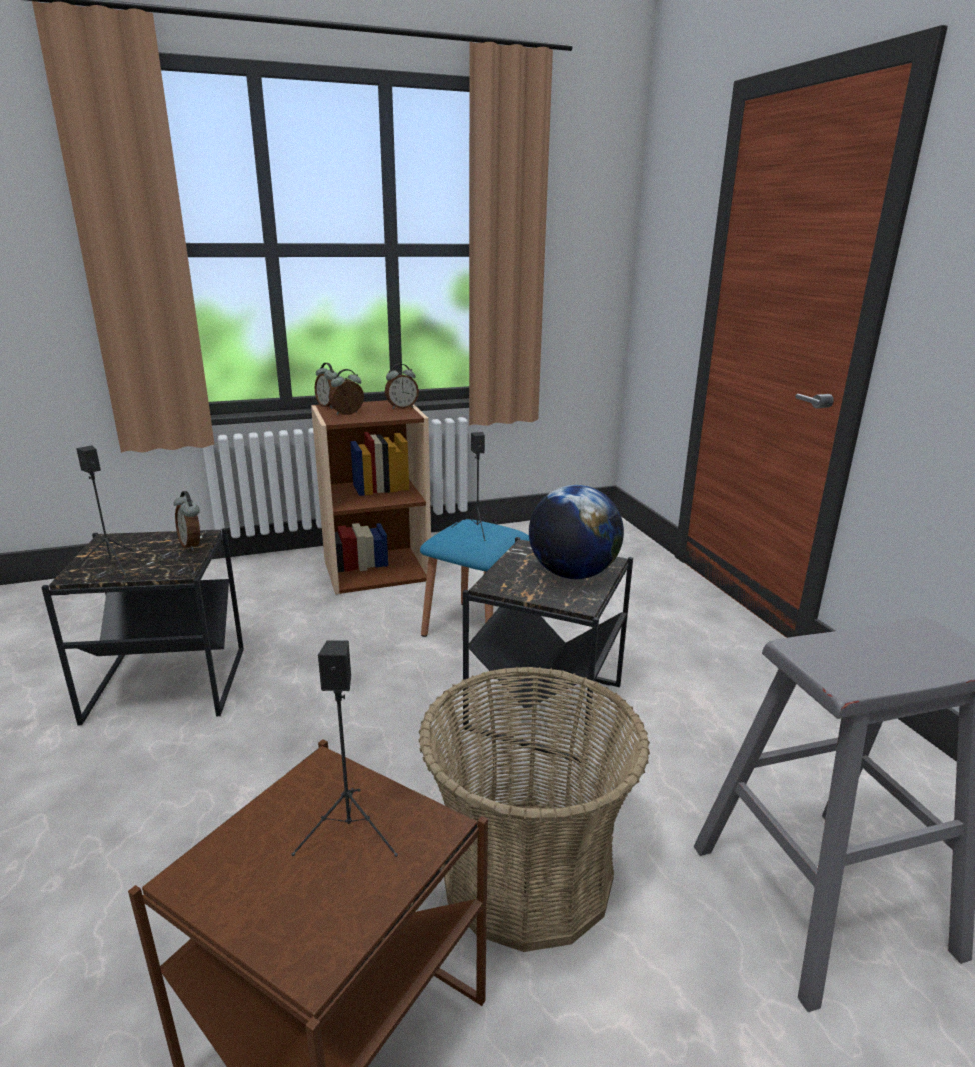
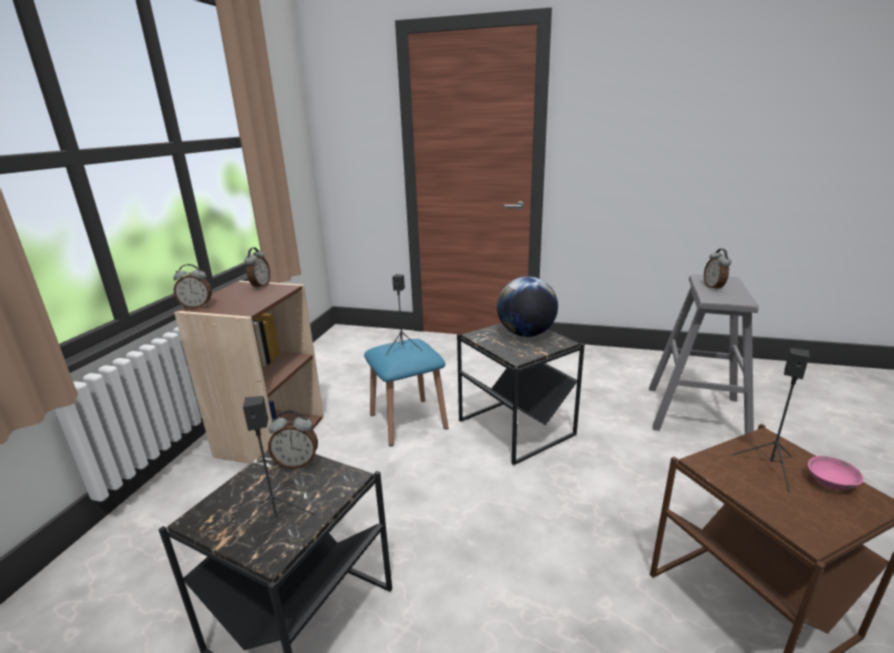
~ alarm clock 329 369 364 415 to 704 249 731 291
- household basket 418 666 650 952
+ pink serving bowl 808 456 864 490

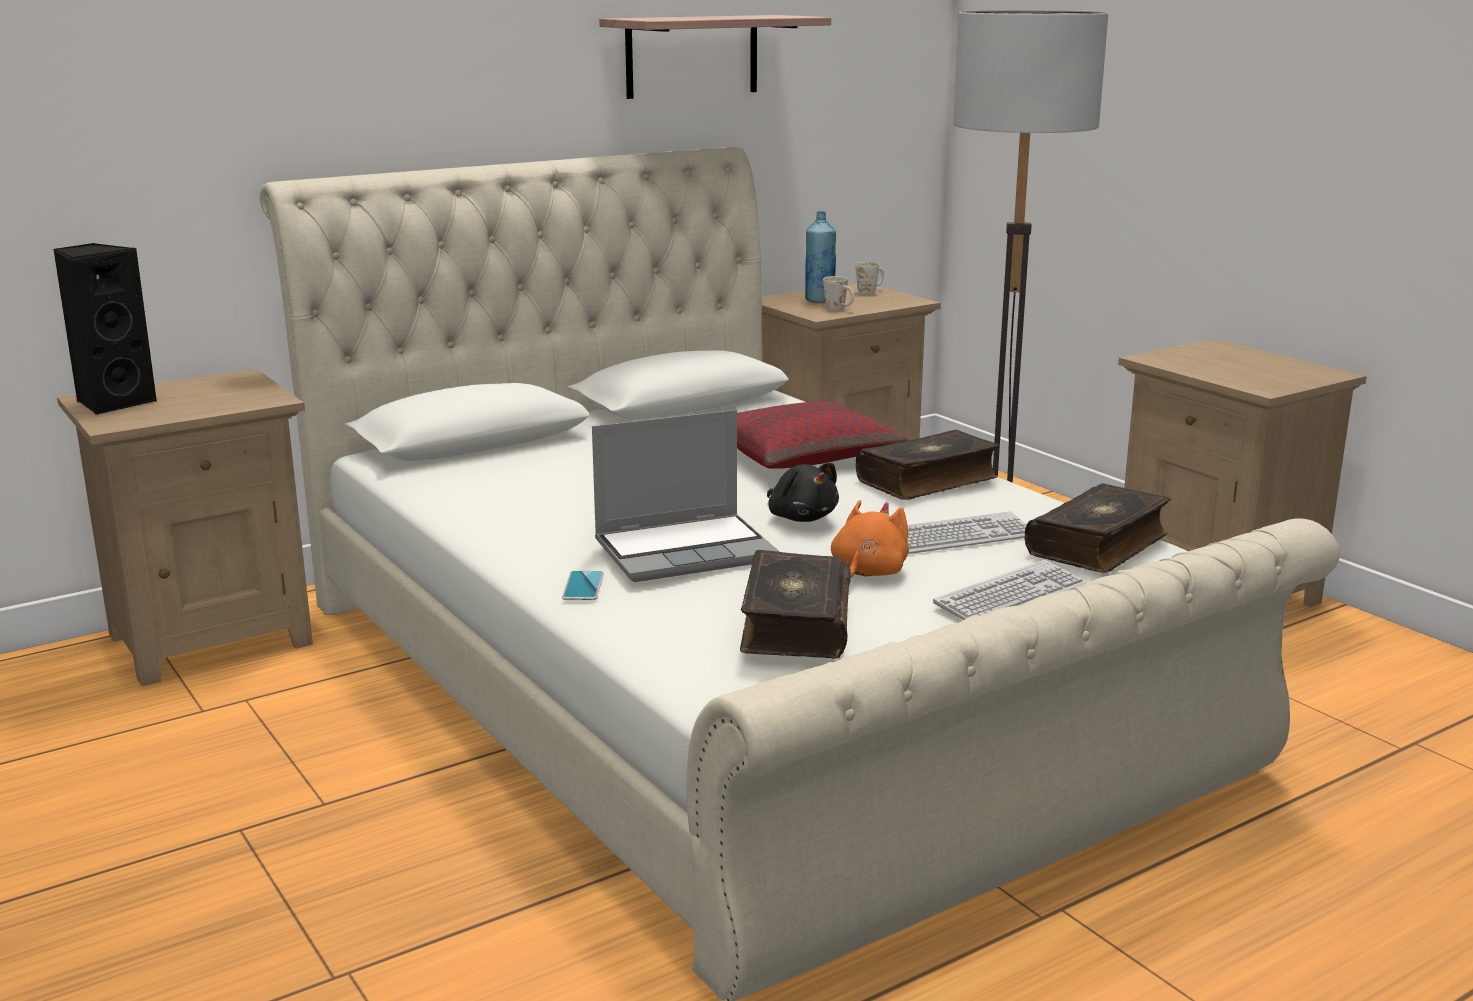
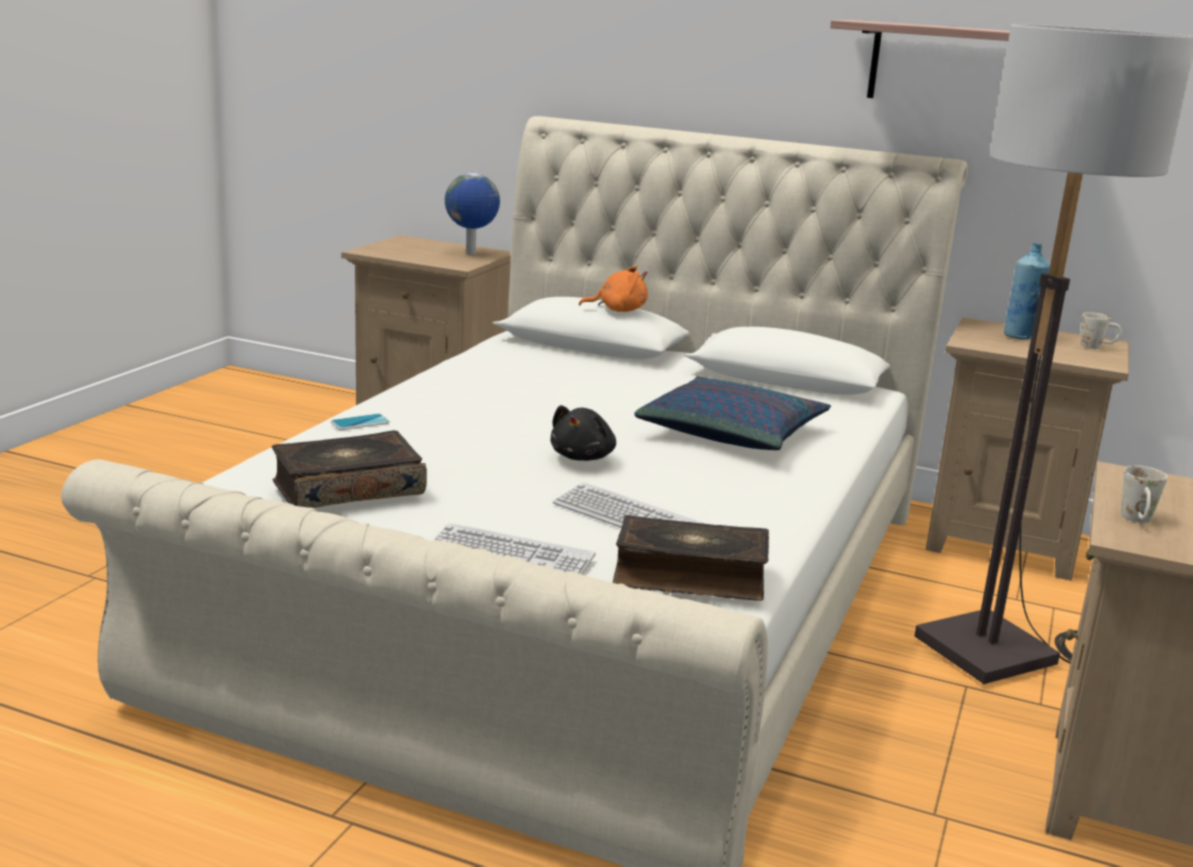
- black-coloured speaker 53 243 157 415
- notebook computer 592 410 779 582
~ reddish cushion 737 400 907 469 to blue cushion 634 376 831 450
~ white-coloured mug 823 276 854 310 to 1121 465 1168 523
~ orange-coloured soft toy 831 500 909 578 to 579 266 648 312
- volume 856 430 999 500
+ world globe 445 173 500 255

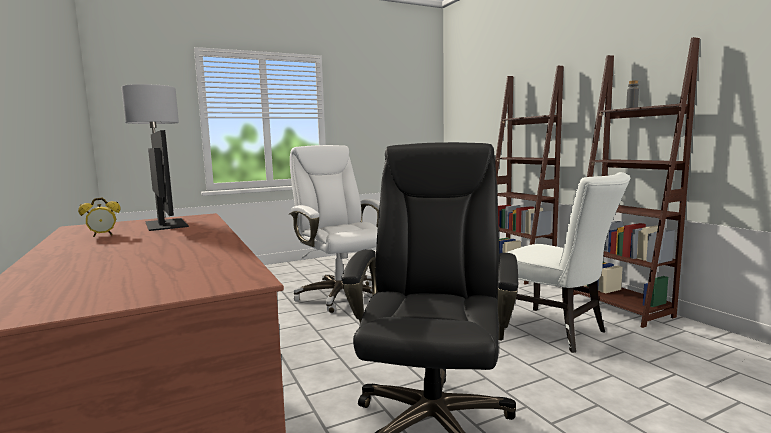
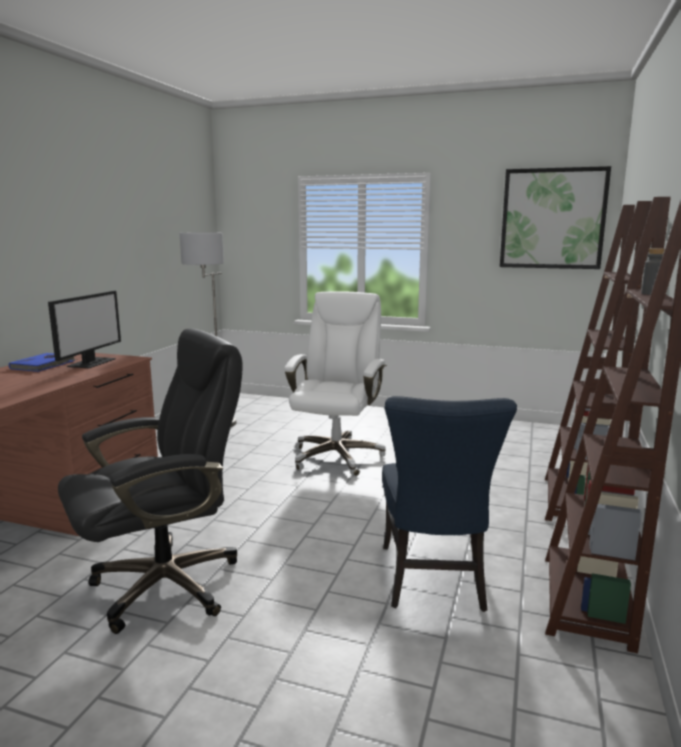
~ alarm clock 78 198 121 237 to blue volume 9 353 77 372
~ white-coloured chair 506 172 630 353 to blue chair 382 396 517 612
+ wall picture 500 166 611 269

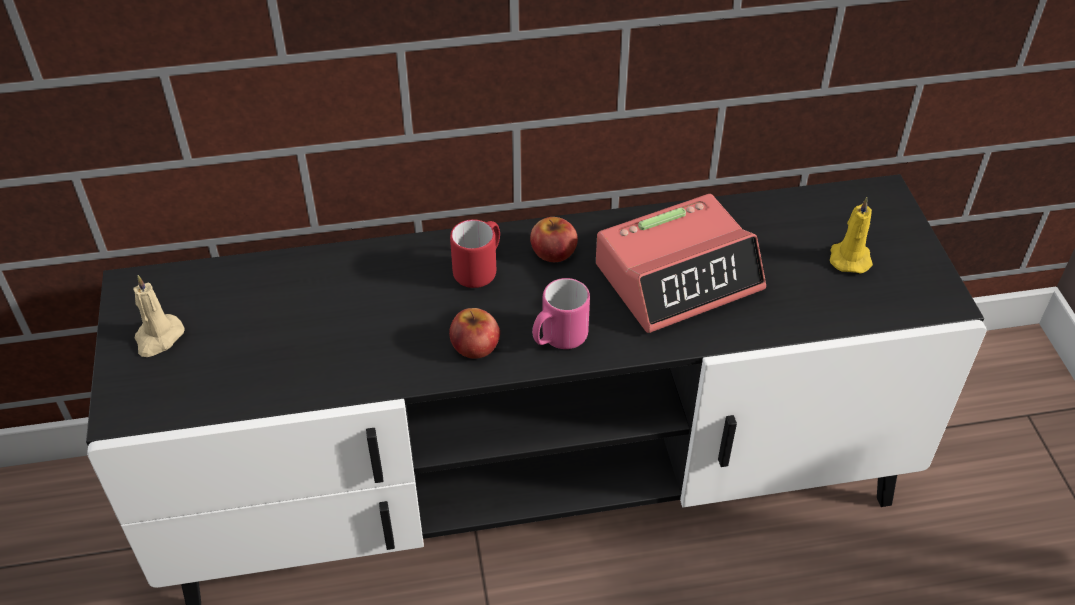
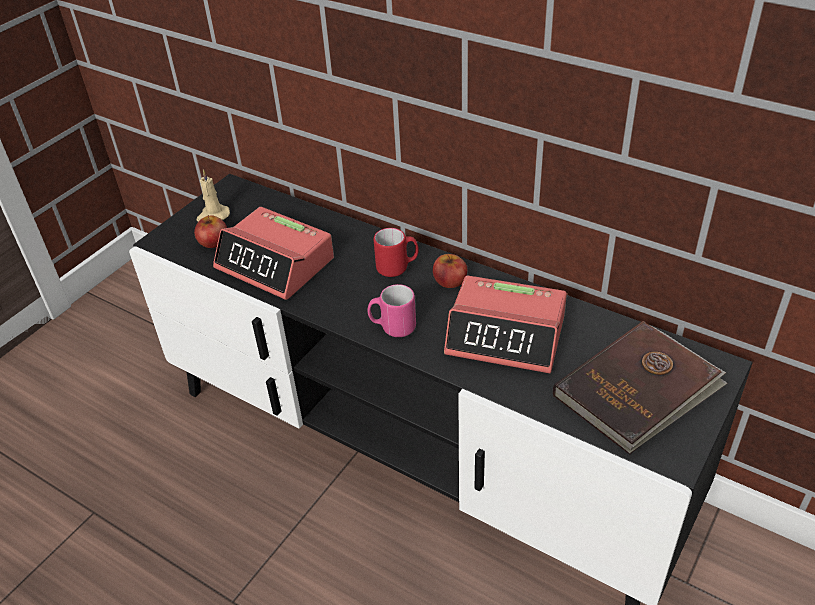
~ apple 449 308 500 359 to 194 215 227 248
~ yellow-coloured wax light 830 197 873 274 to brown volume 553 321 728 455
+ alarm clock 213 207 334 300

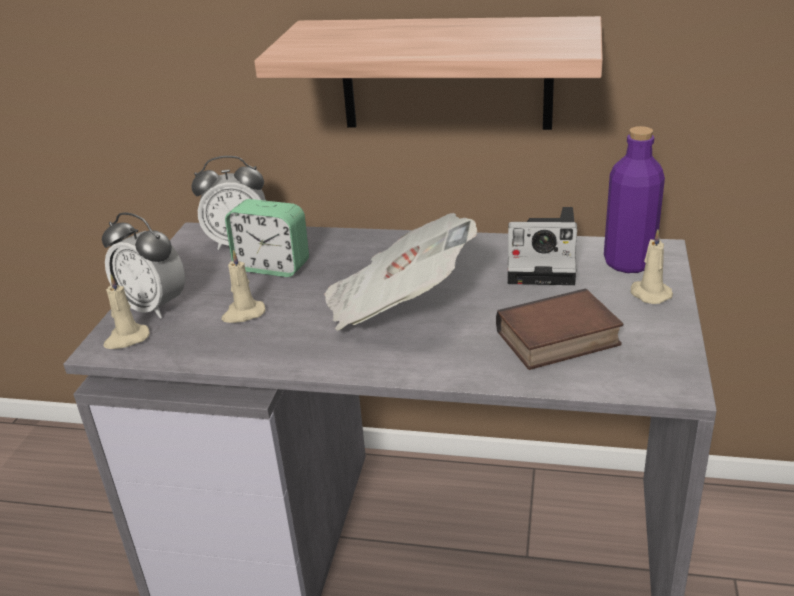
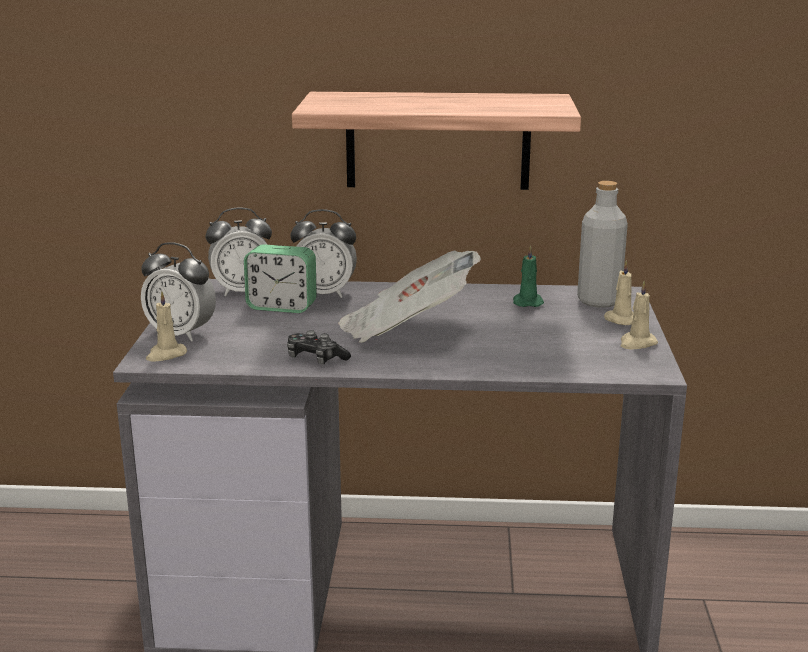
~ beige wax light 222 250 266 323 to 621 281 658 349
- volume 496 288 623 370
~ still camera 507 207 577 285 to greenish wax light 513 245 544 307
~ purplish bottle 604 126 665 273 to gray bottle 577 181 628 308
+ game controller 287 330 351 364
+ alarm clock 290 209 357 298

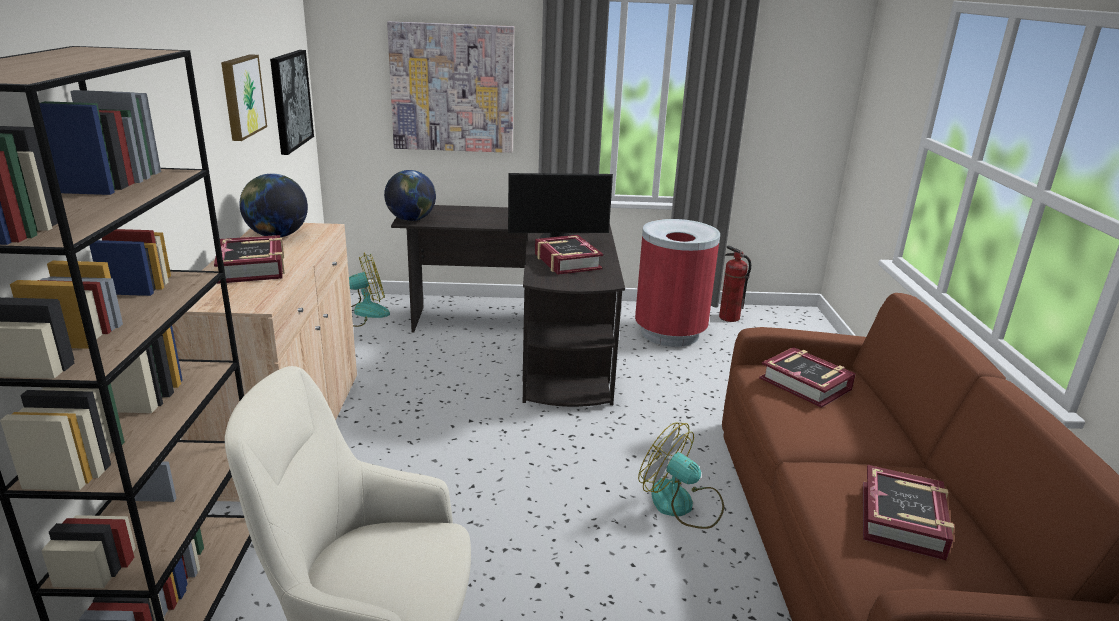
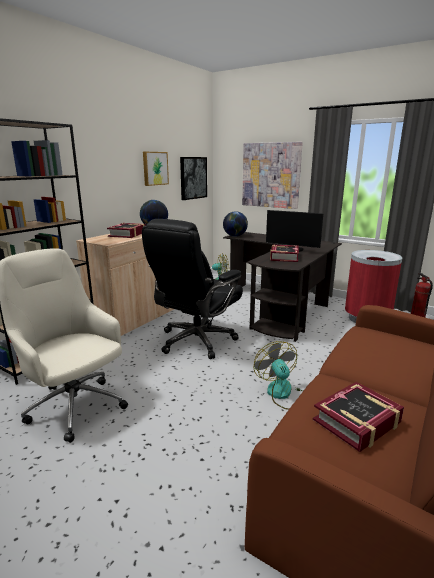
- volume 759 347 856 408
+ black-coloured computer chair 142 219 243 359

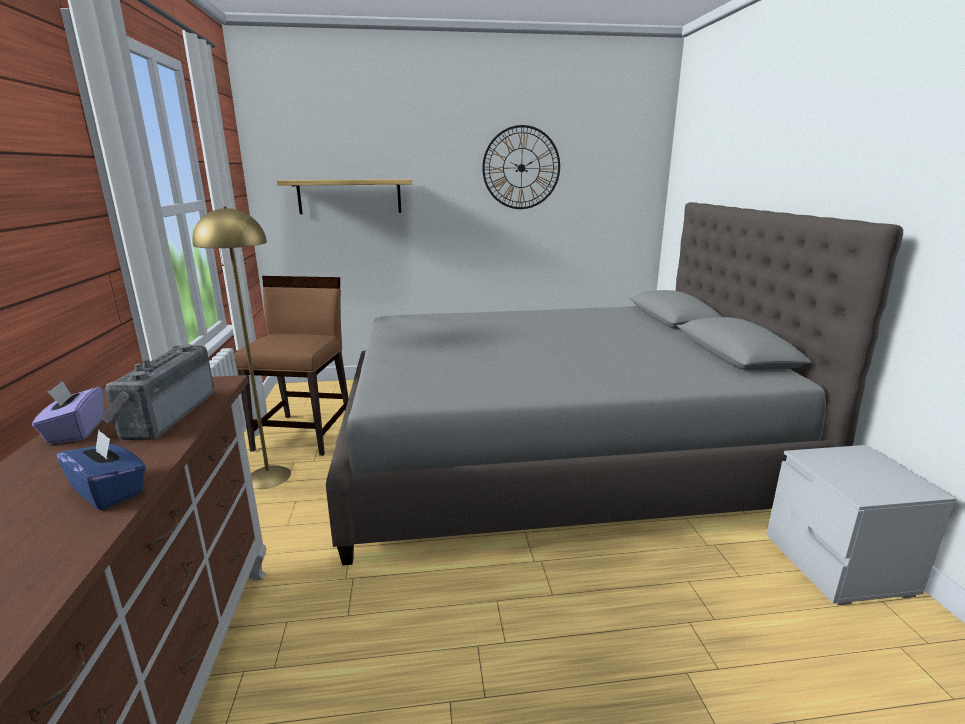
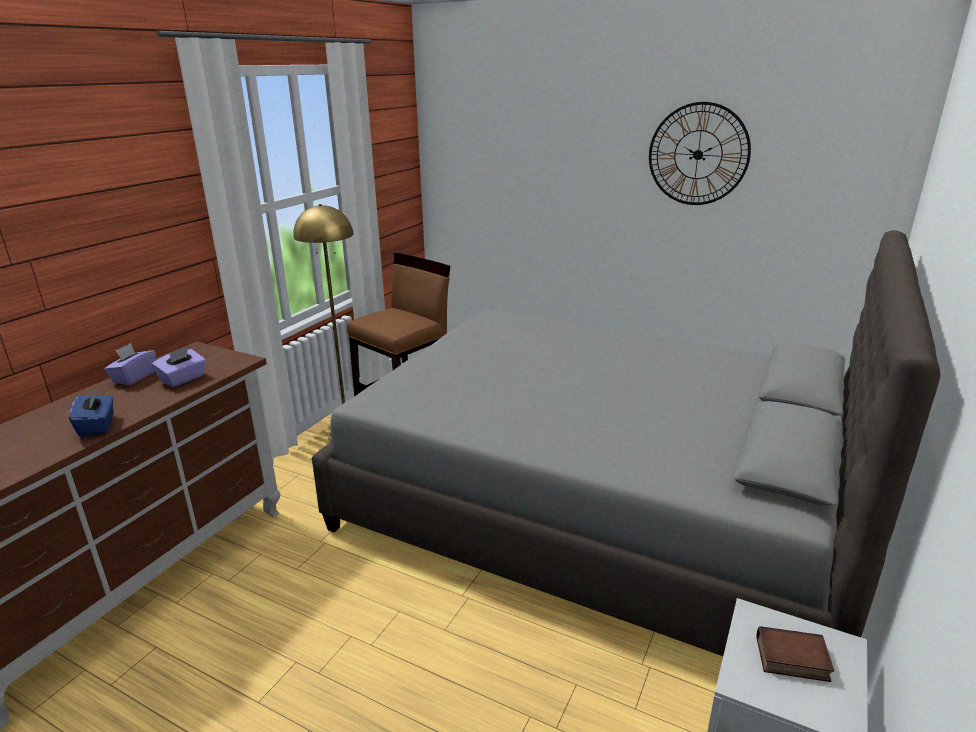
~ radio 100 344 214 440 to purplish box of tissues 152 347 206 387
- wall shelf 277 179 412 214
+ volume 756 626 834 682

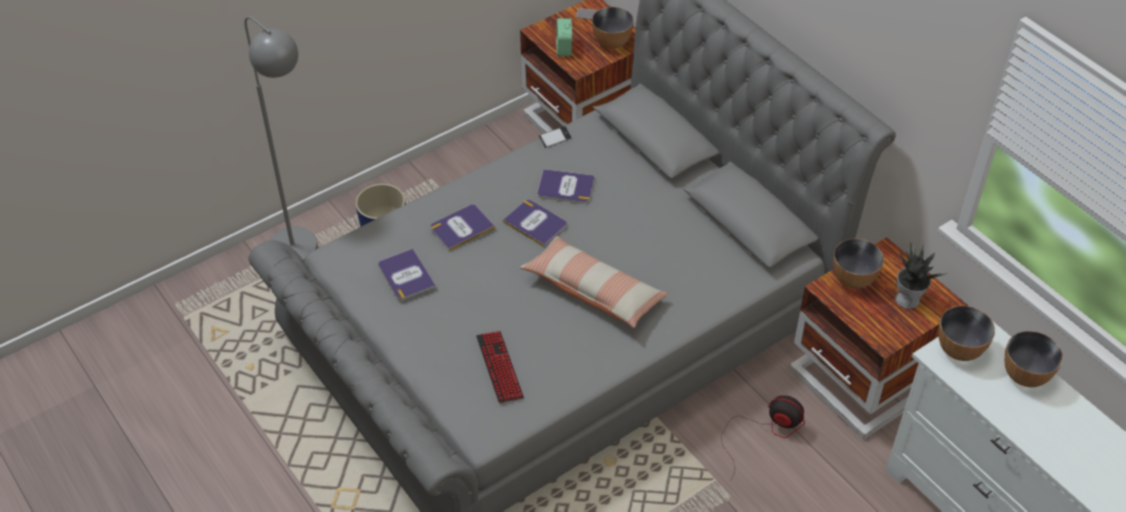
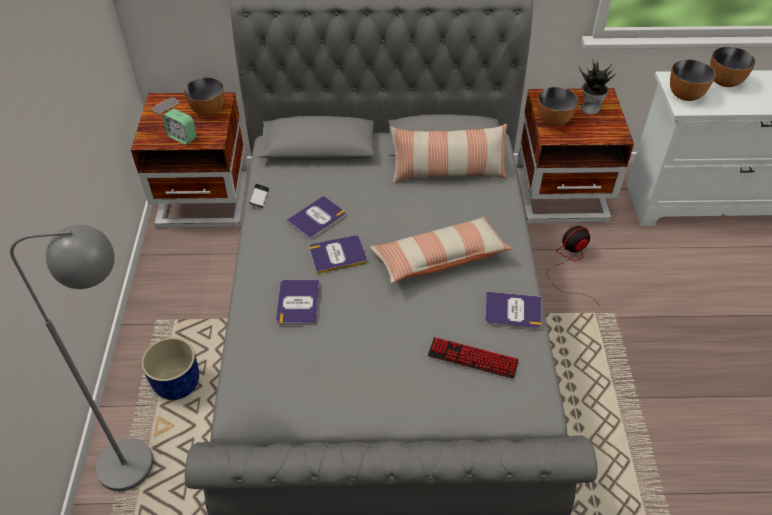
~ volume 378 248 436 300 to 485 291 542 330
+ cushion 391 124 507 184

